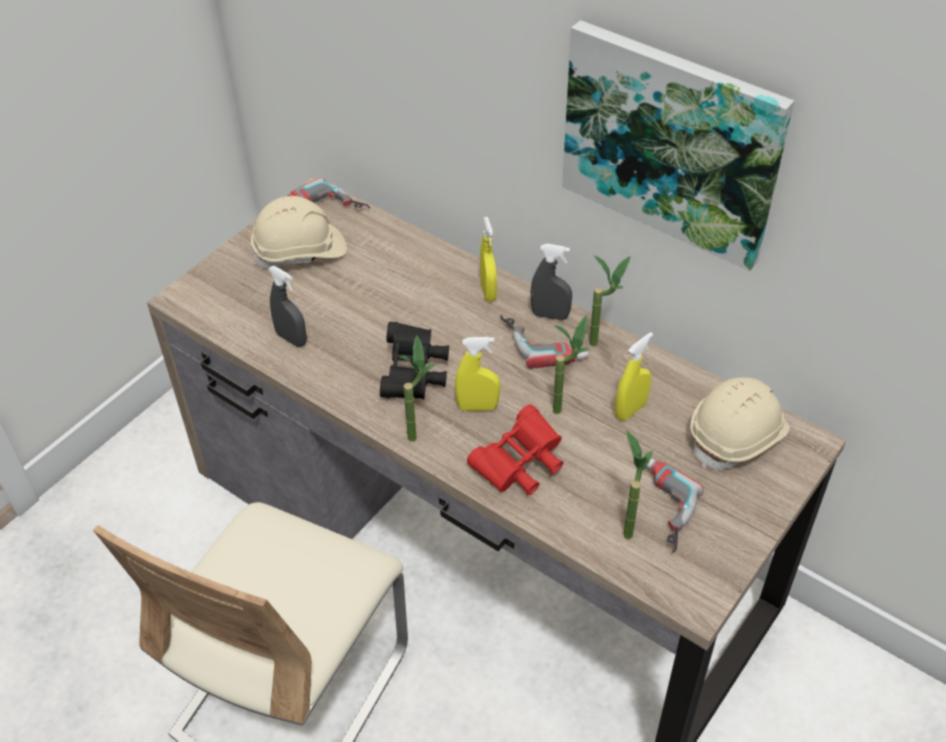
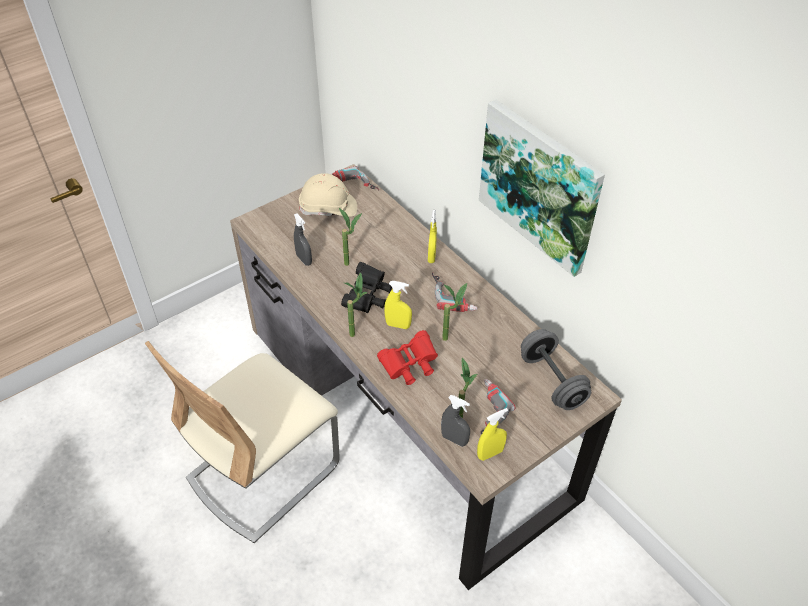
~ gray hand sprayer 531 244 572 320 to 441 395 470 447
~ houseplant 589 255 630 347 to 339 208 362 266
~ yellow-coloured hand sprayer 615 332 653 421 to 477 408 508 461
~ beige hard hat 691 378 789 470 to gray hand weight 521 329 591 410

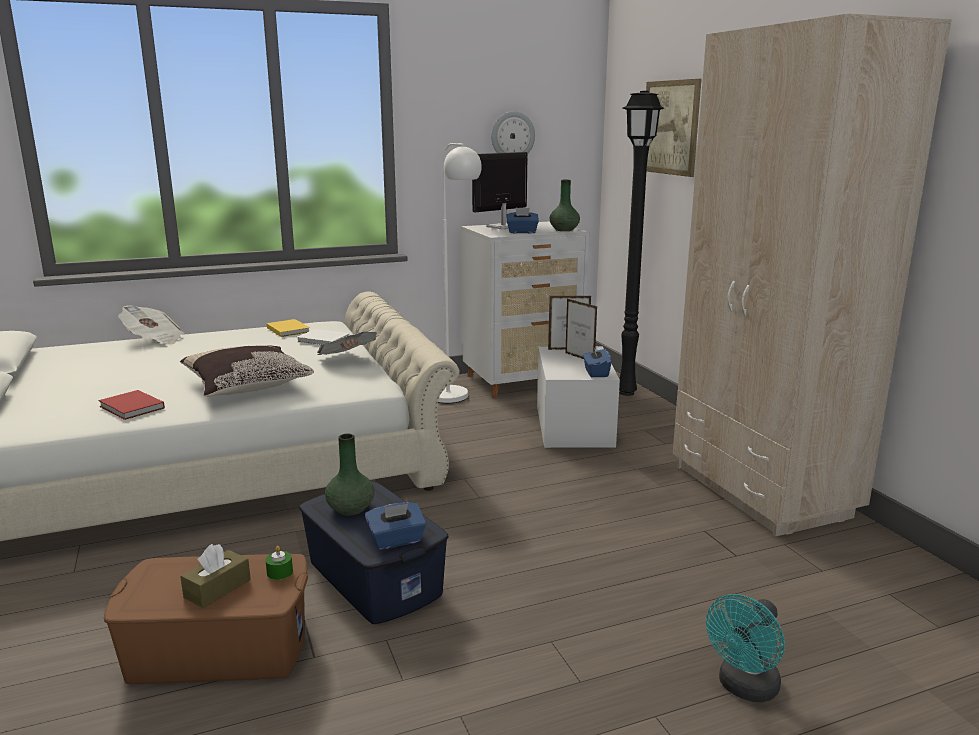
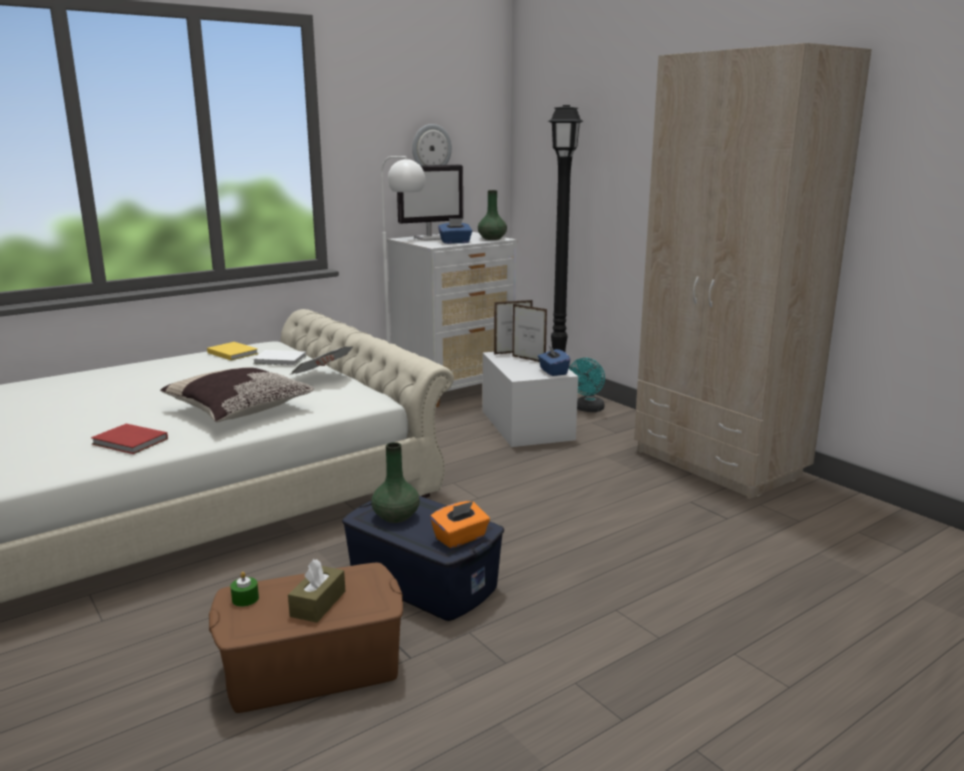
- printed paper 118 305 184 345
~ greenish wax light 265 546 293 580 to 230 572 259 607
~ blue box of tissues 365 502 426 550 to orange-coloured box of tissues 430 501 490 548
~ computer display 472 152 528 230 = 397 165 463 241 150 degrees counterclockwise
- wall picture 646 79 702 177
~ blue-green electric fan 706 594 785 702 to 569 358 605 412

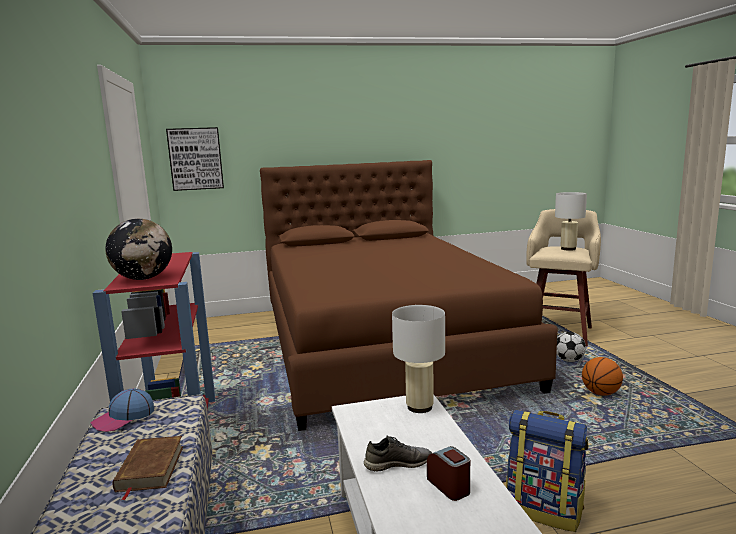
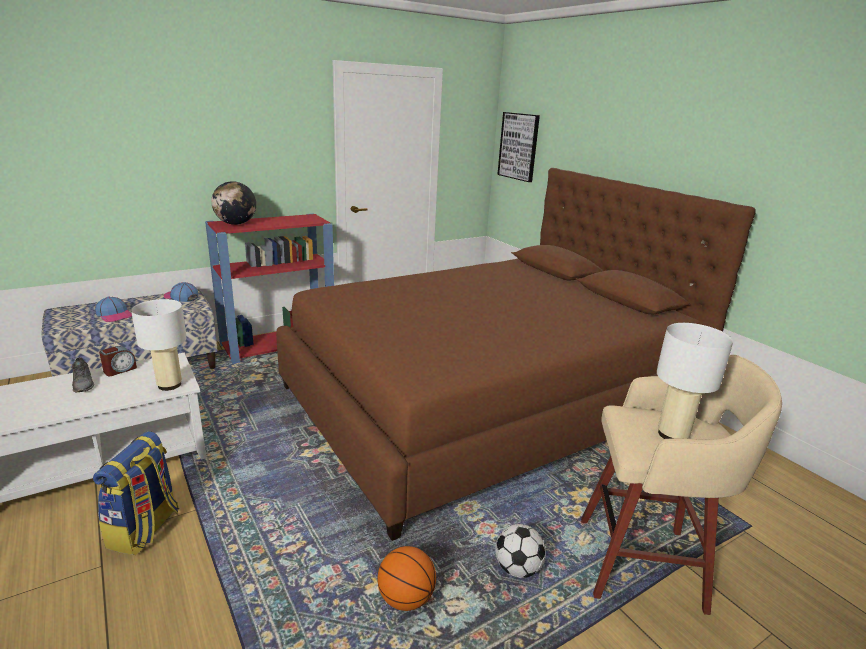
~ brown volume 113 436 183 500 to peaked cap 95 297 132 322
~ alarm clock 427 446 470 501 to 99 346 137 376

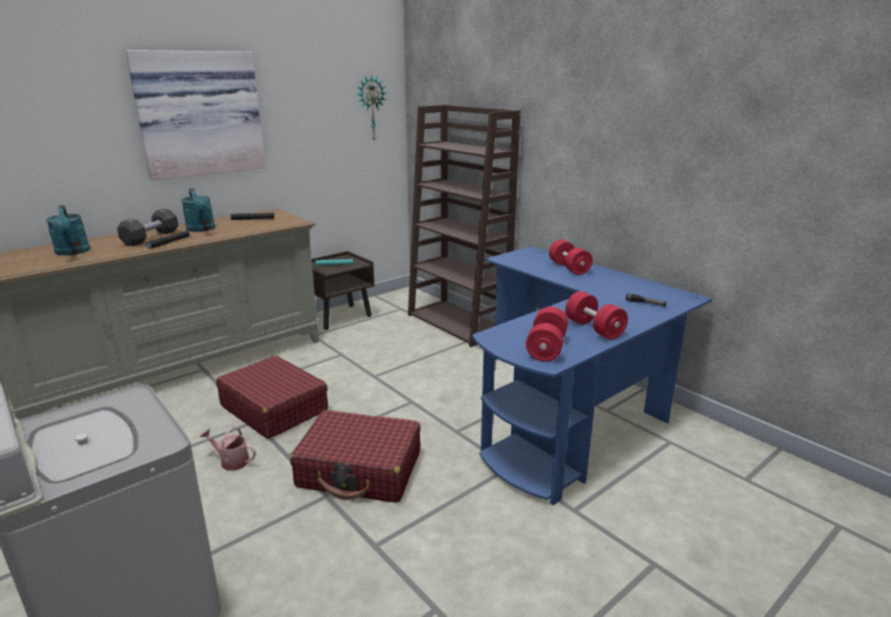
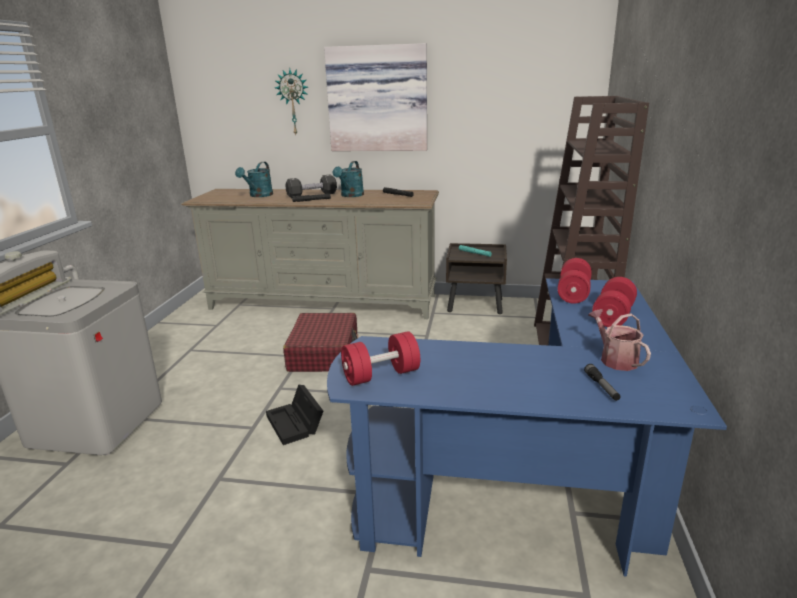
~ sprinkling can 200 427 256 471 to 588 309 651 371
~ reddish suitcase 290 410 421 503 to black-coloured storage bin 266 385 323 445
~ hanging clock 357 74 386 140 to 275 69 308 135
~ reddish hand weight 565 291 628 340 to 557 258 592 304

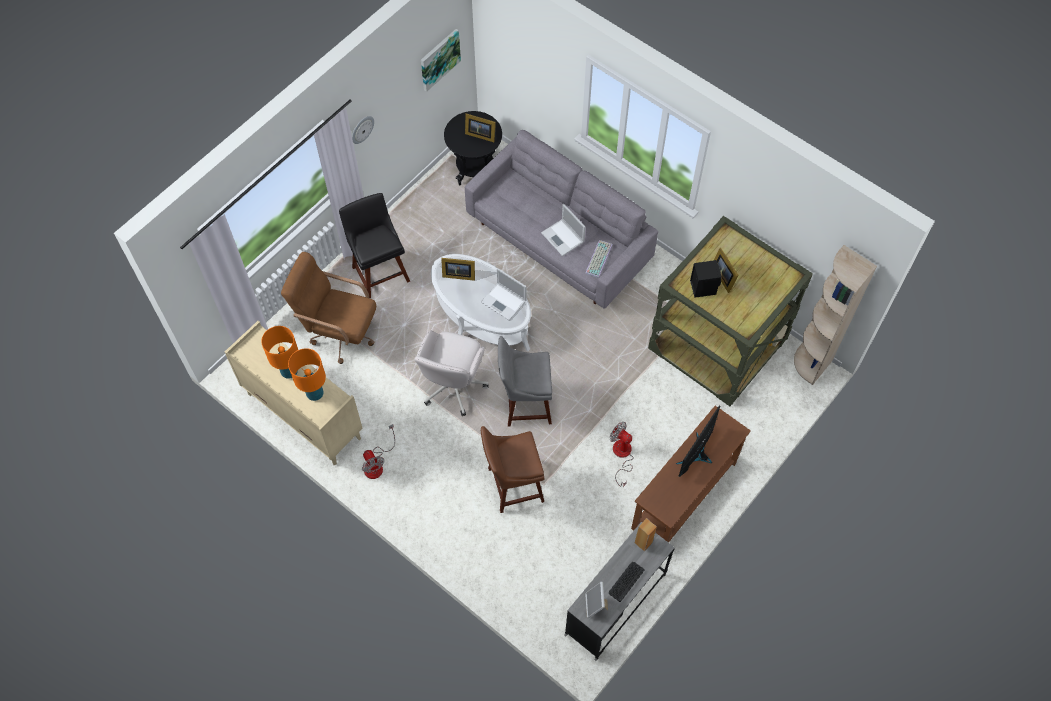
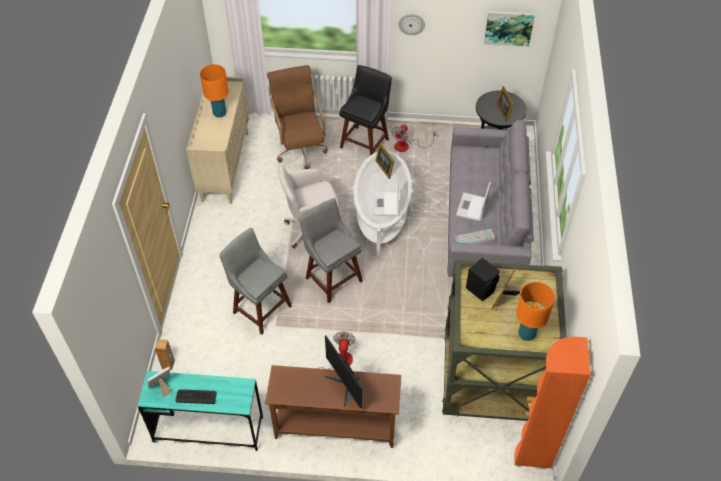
~ orange-coloured table lamp 288 348 326 401 to 516 282 555 341
~ electric fan 362 424 395 479 to 391 124 437 152
~ brown chair 481 426 544 513 to gray chair 220 228 292 335
~ gray desk 564 522 675 661 to blue-green desk 138 371 263 451
~ brown speaker 635 518 657 552 to 155 339 175 370
~ computer display 676 405 720 477 = 324 335 362 409 120 degrees counterclockwise
~ beige bookcase 794 245 877 385 to orange-coloured bookcase 514 337 591 468

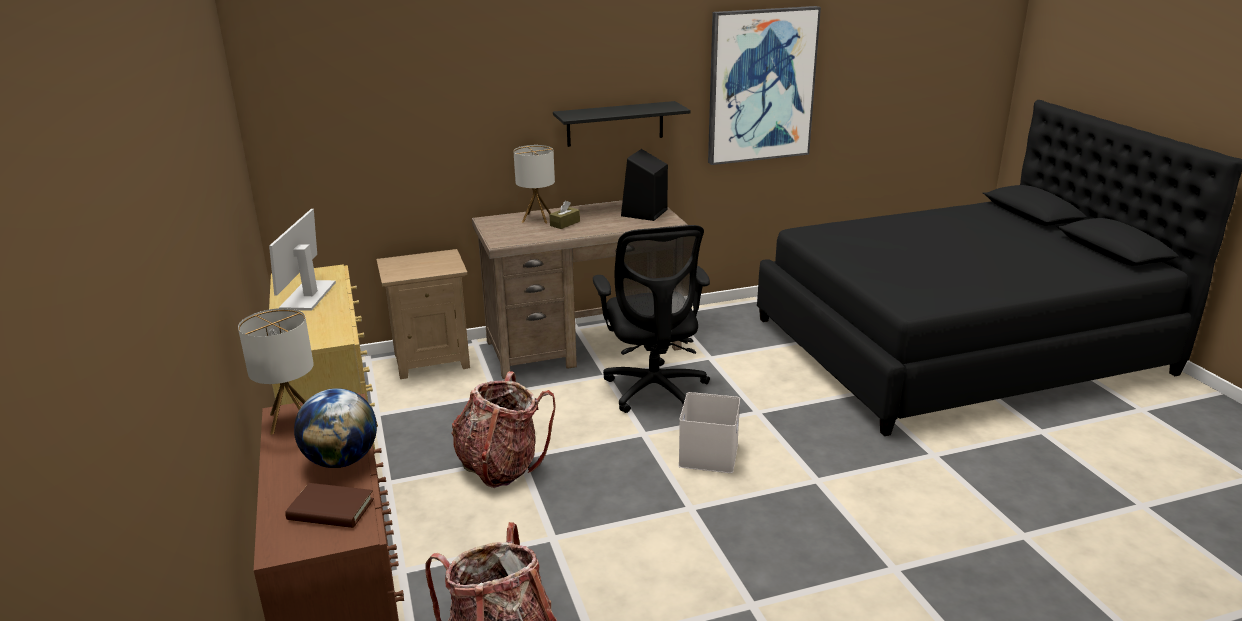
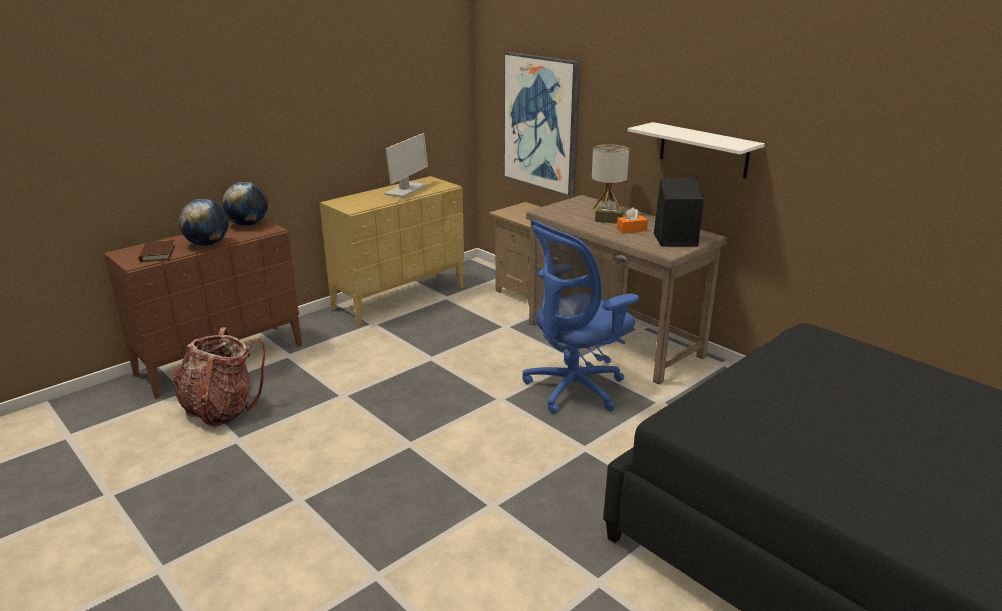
~ table lamp 238 308 314 435 to world globe 222 182 268 226
~ computer display 269 209 336 311 = 385 133 428 198 135 degrees clockwise
- backpack 452 371 556 488
~ black-coloured wall shelf 553 101 691 147 to white-coloured wall shelf 628 122 765 178
~ black-coloured computer chair 593 225 710 413 to blue computer chair 522 220 639 414
- white-coloured storage bin 678 392 740 473
~ wall picture 708 6 821 165 to 503 52 581 197
+ orange-coloured box of tissues 617 207 648 233

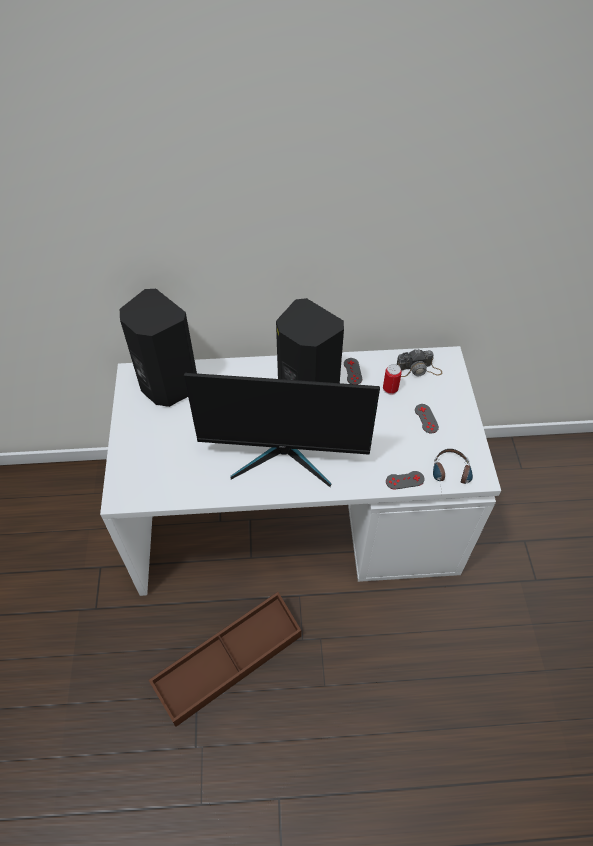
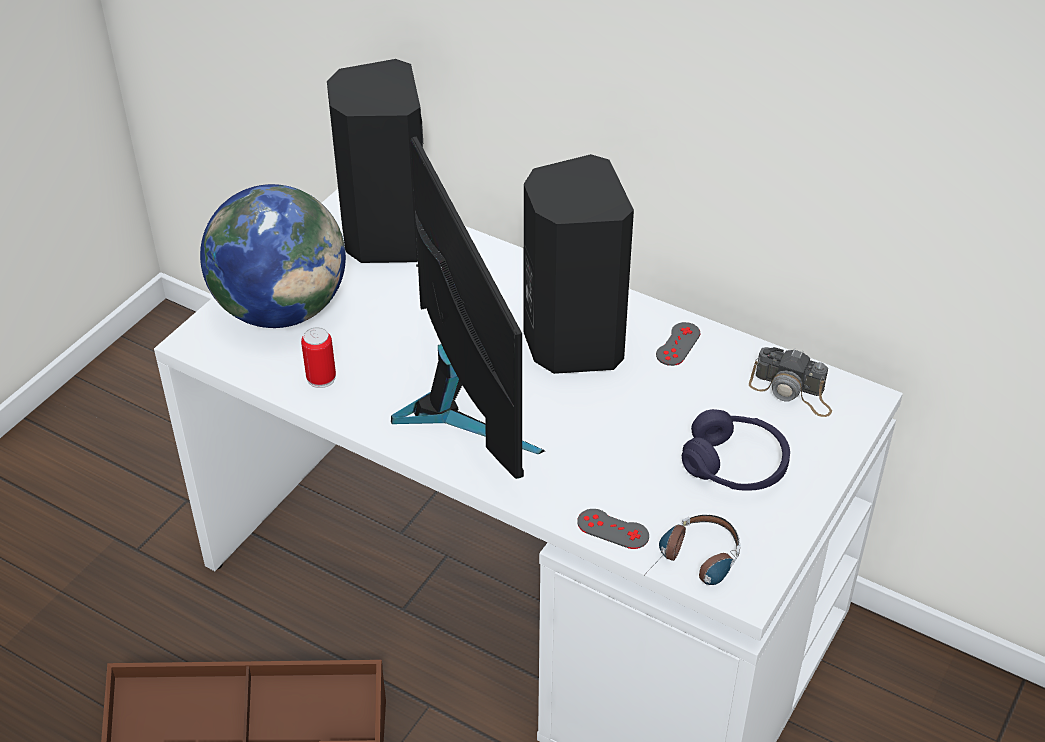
~ computer display 184 373 380 487 = 391 137 545 479 150 degrees counterclockwise
~ metal can 383 364 402 395 to 301 327 336 388
~ gray game controller 415 404 439 434 to purplish pair of headphones 682 409 790 491
+ world globe 200 184 346 328

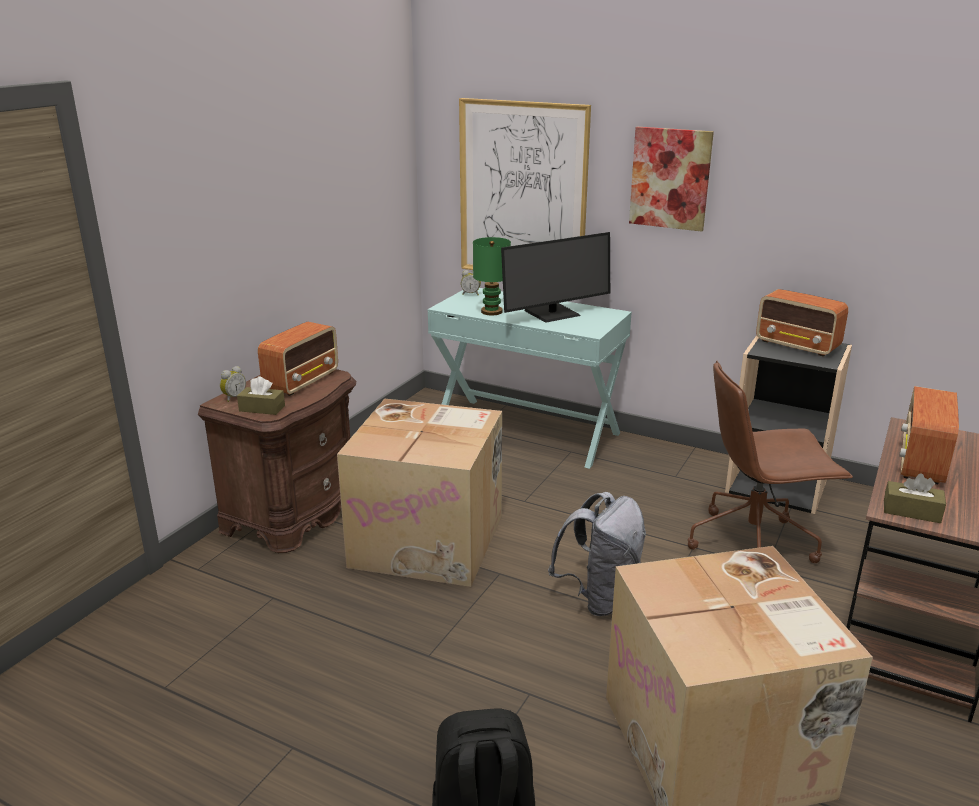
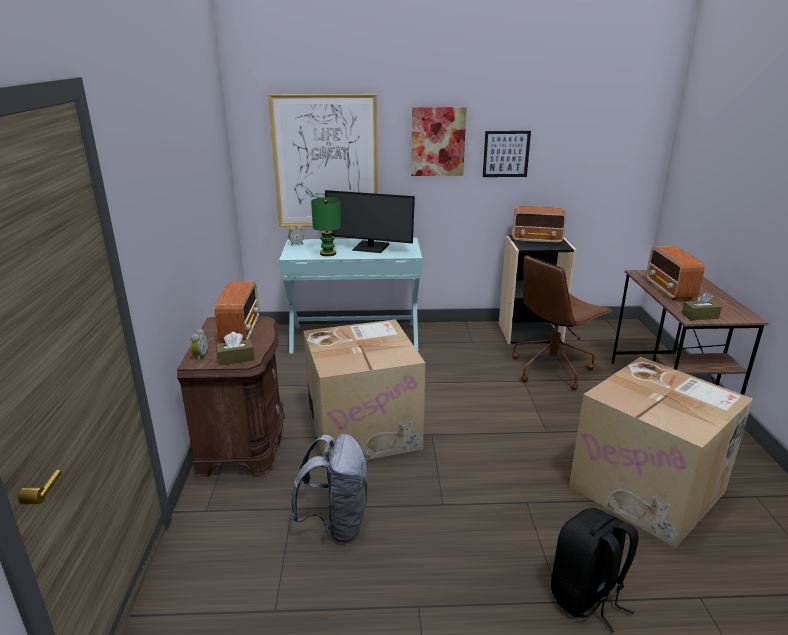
~ computer display 501 232 610 323 = 325 190 415 253 75 degrees clockwise
~ gray backpack 548 492 646 616 to 291 434 368 543
+ wall picture 483 131 531 177

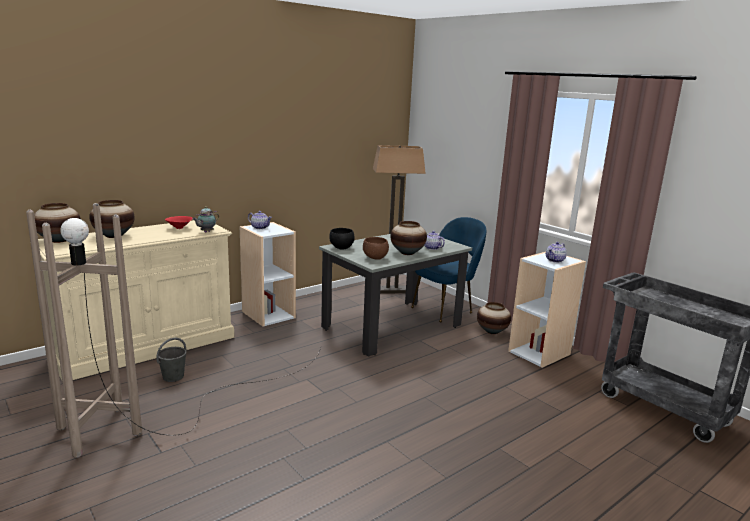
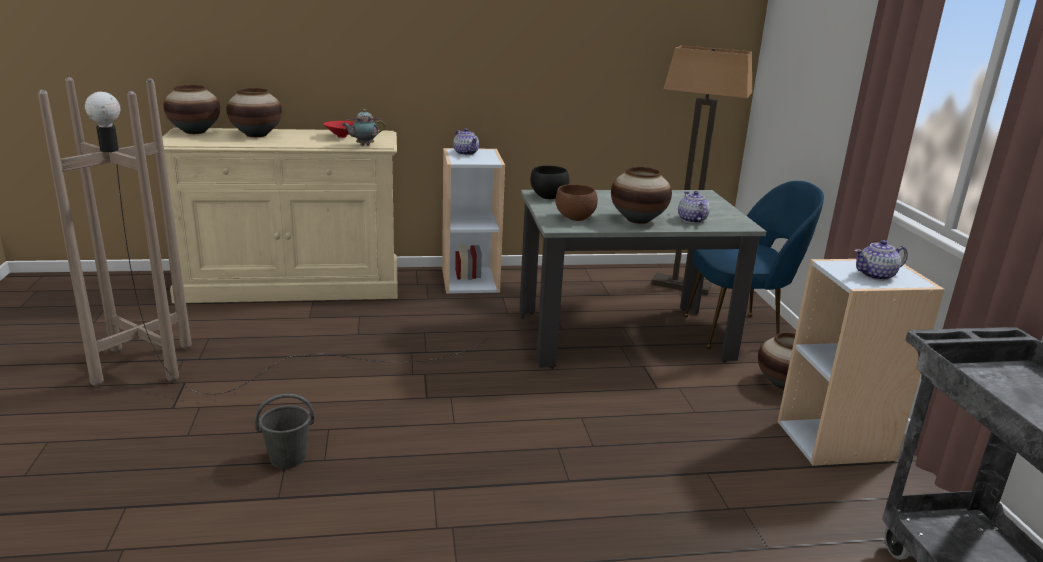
~ gray bucket 157 338 187 382 to 255 394 315 469

